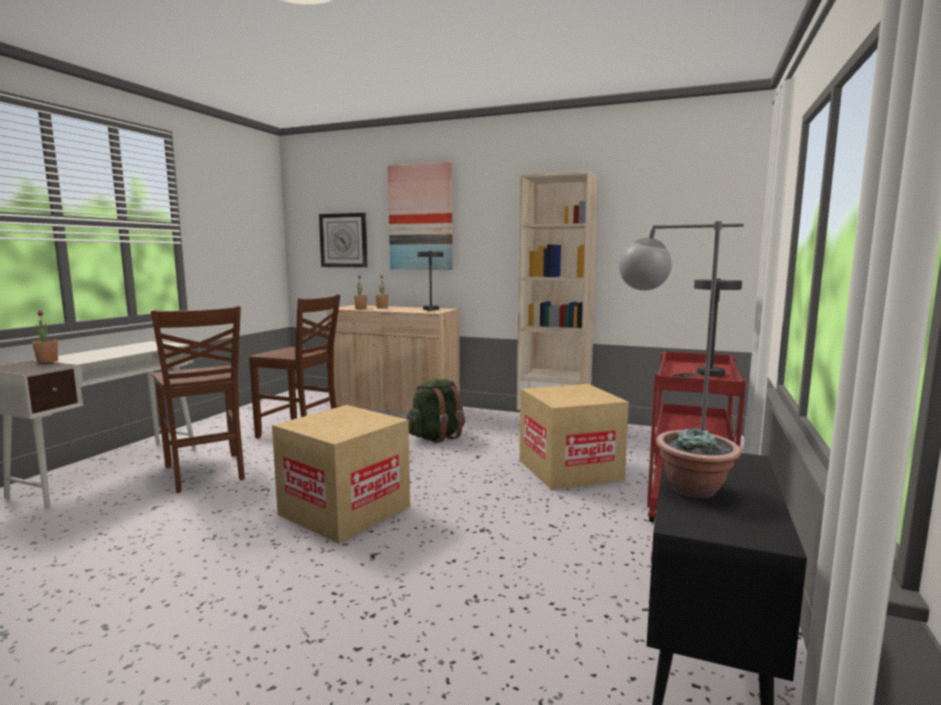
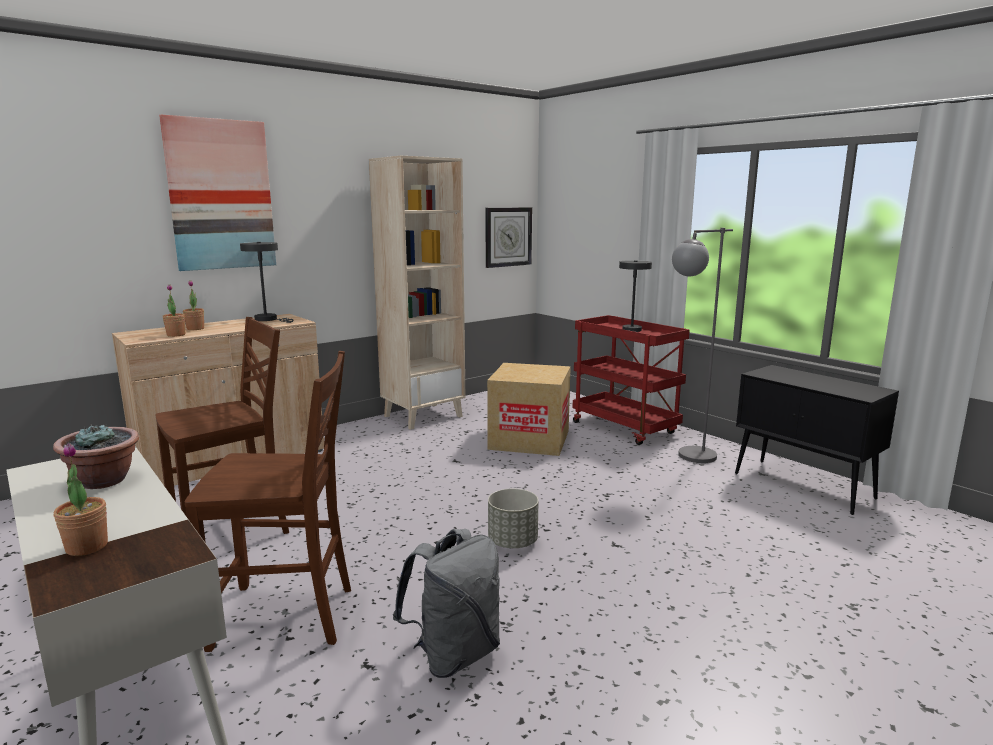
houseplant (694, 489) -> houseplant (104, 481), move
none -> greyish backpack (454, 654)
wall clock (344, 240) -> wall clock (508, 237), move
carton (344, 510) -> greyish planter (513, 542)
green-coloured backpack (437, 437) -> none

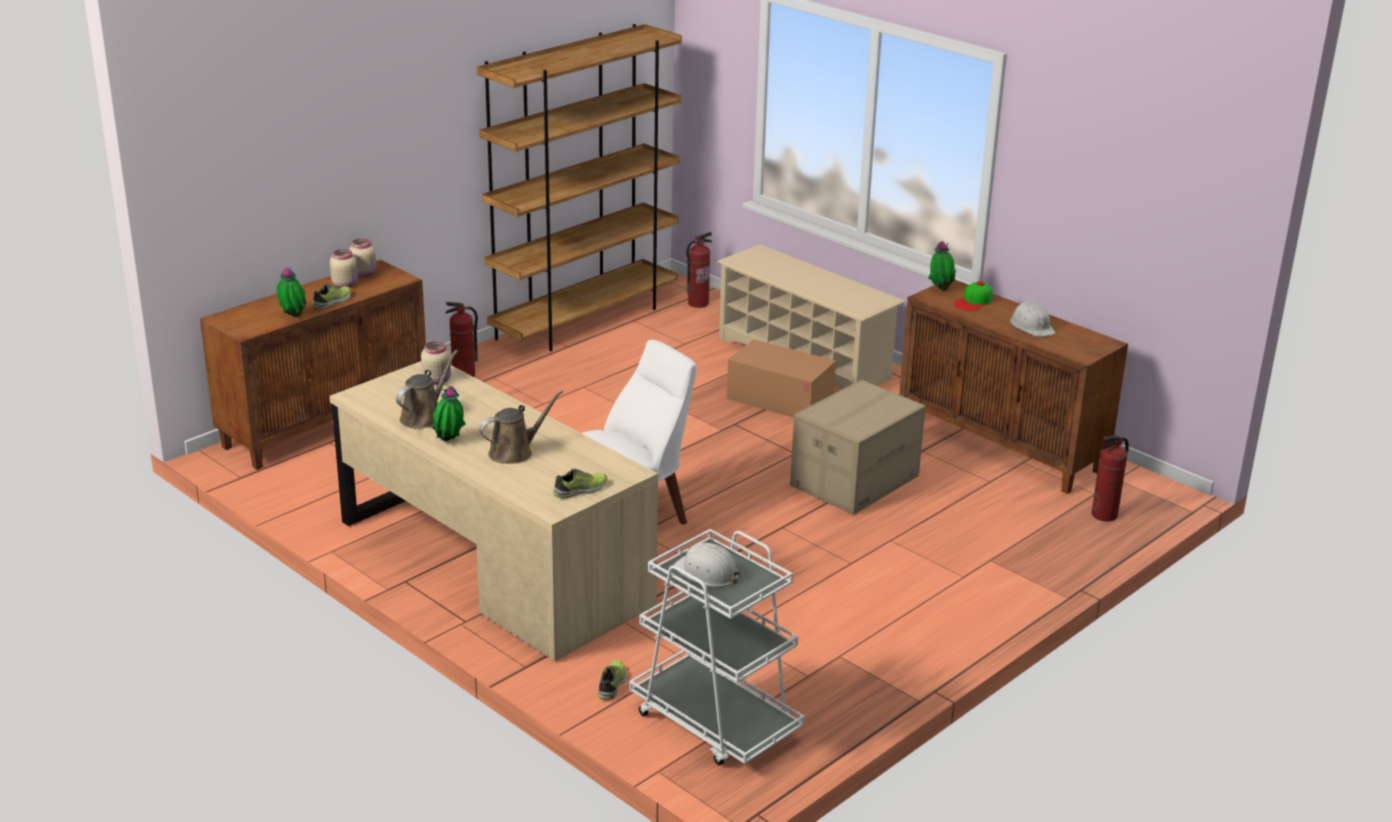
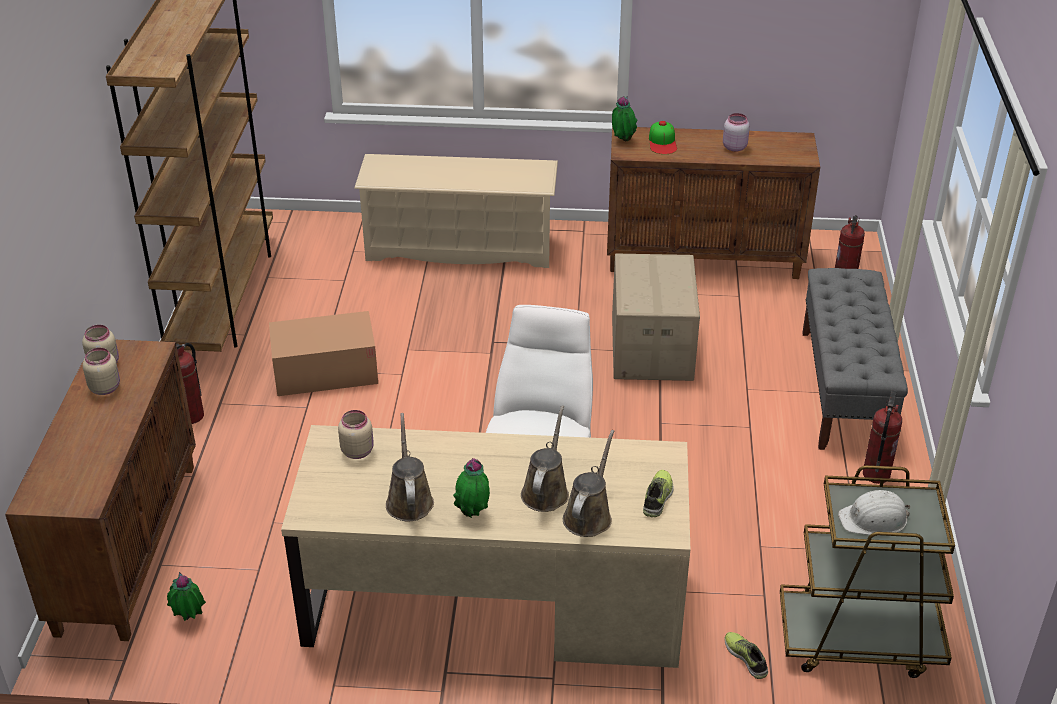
houseplant (293, 316) -> houseplant (189, 618), move
carton (780, 399) -> carton (325, 371), move
none -> brownish sprinkling can (589, 515)
white-coloured hard hat (1032, 326) -> pink jar (734, 147)
white-coloured trolley (714, 721) -> brownish trolley (858, 639)
none -> greyish long seat (844, 390)
extinguisher (698, 303) -> extinguisher (875, 474), move
item of footwear (333, 302) -> none

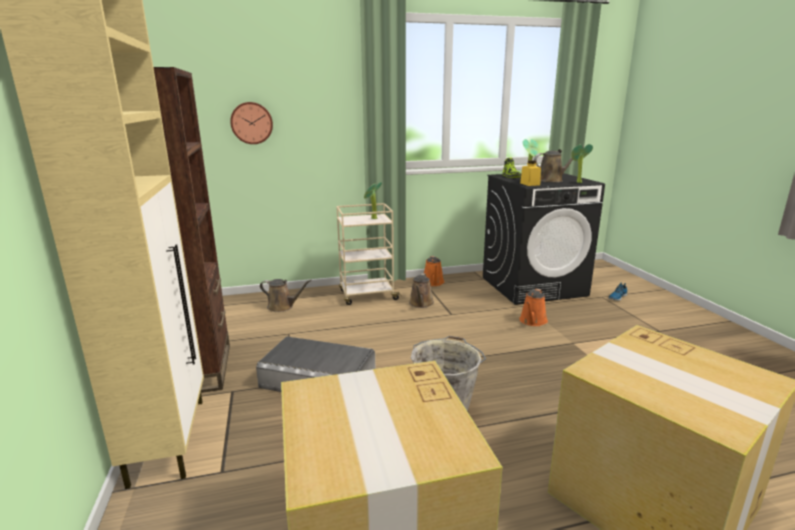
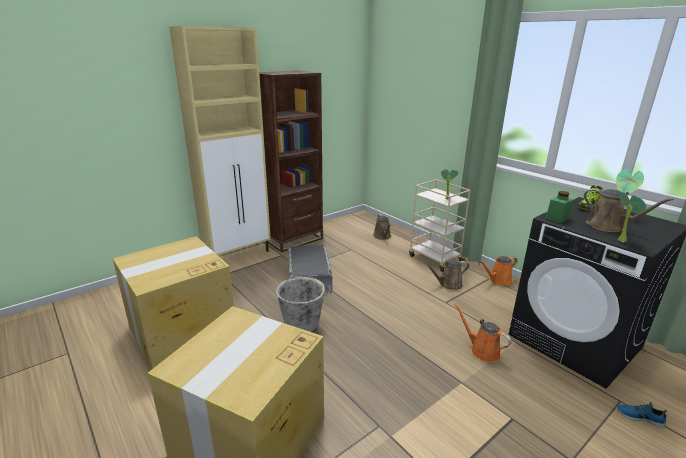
orangey sprinkling can (532, 321) -> orangey sprinkling can (482, 350), 45 degrees clockwise
yellowish jar (530, 184) -> green-coloured jar (557, 218)
wall clock (252, 123) -> none

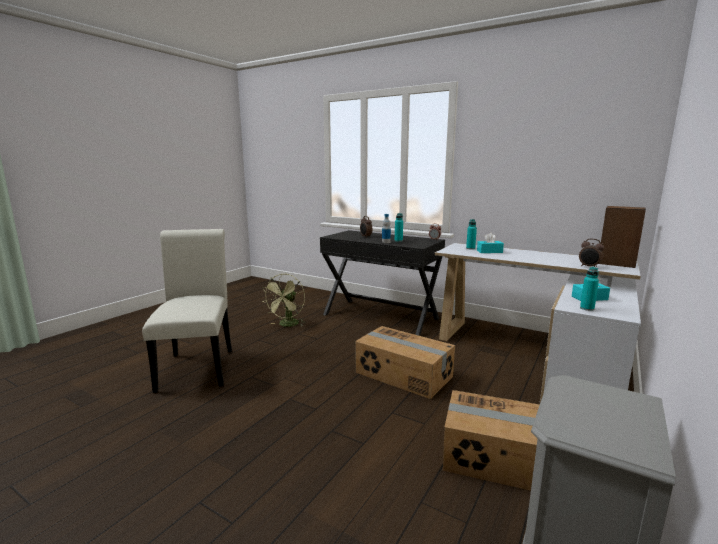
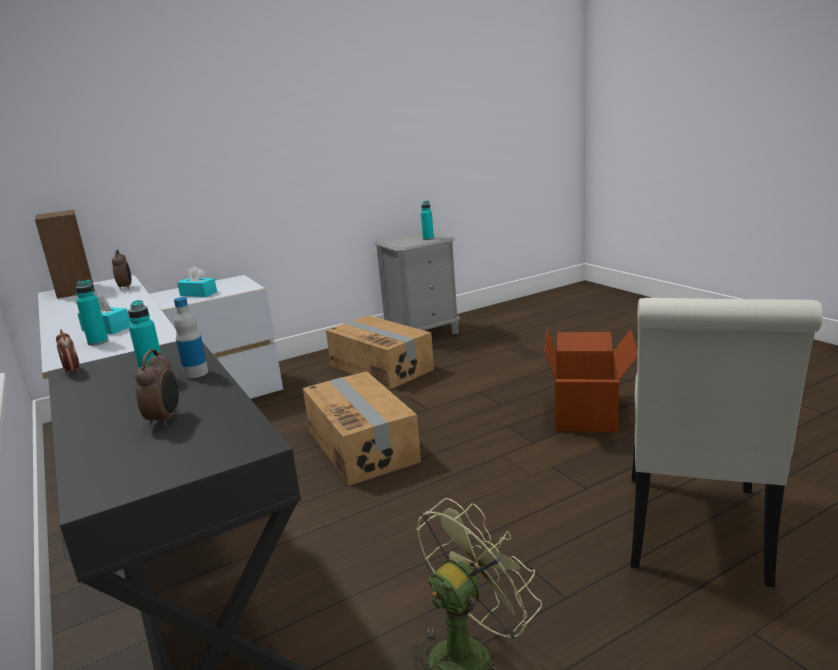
turquoise beverage bottle (587, 308) -> turquoise beverage bottle (428, 239), move
none -> carton (587, 414)

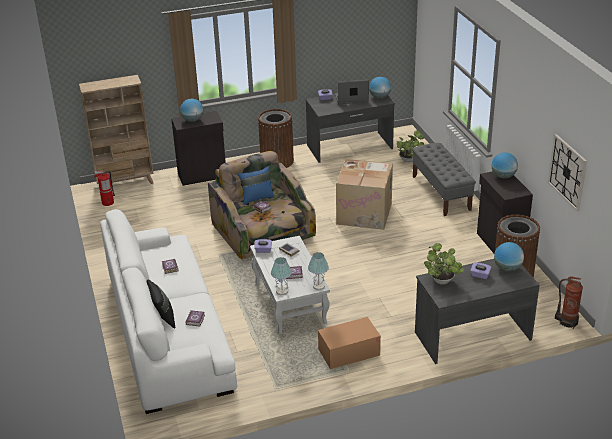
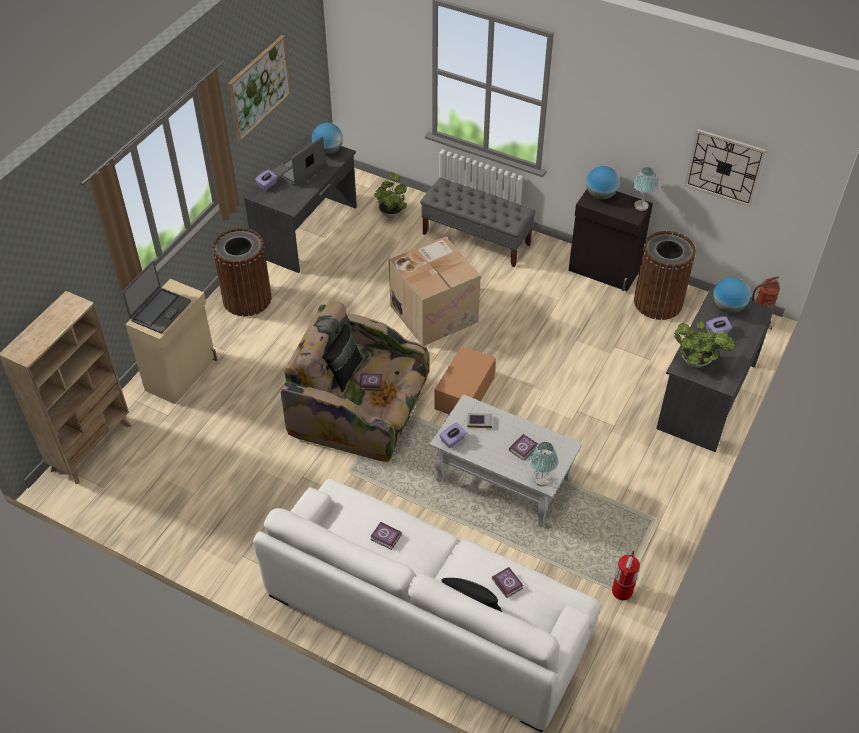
desk globe (192, 120) -> portable computer (160, 311)
black cupboard (202, 176) -> beige cupboard (182, 374)
none -> wall art (259, 87)
blue-coloured throw pillow (257, 198) -> black throw pillow (344, 372)
carton (349, 352) -> carton (464, 393), move
extinguisher (107, 203) -> extinguisher (622, 591), move
lamp for a table (318, 286) -> lamp for a table (641, 206), move

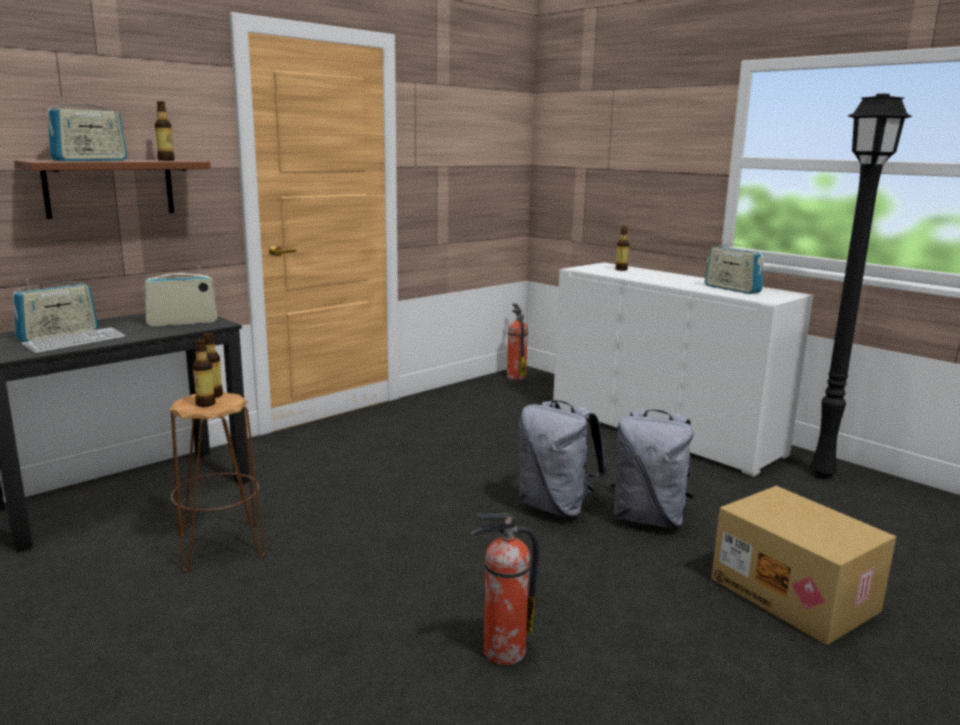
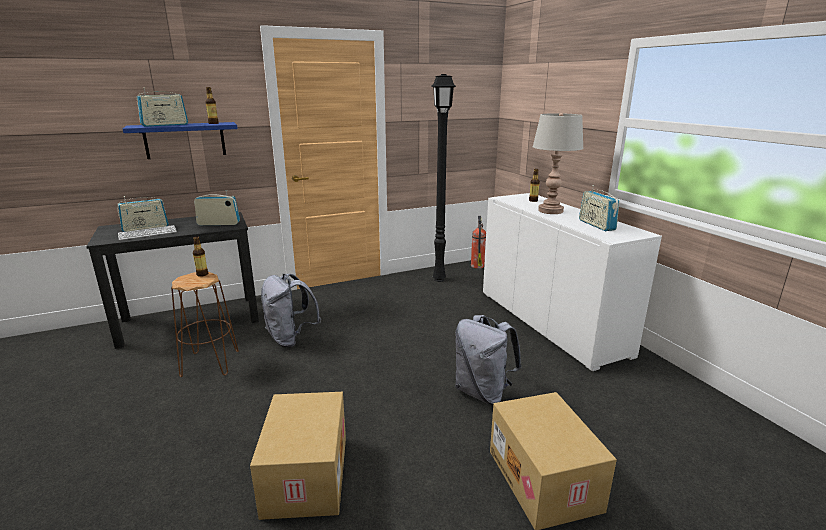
brownish wall shelf (110, 188) -> blue-coloured wall shelf (185, 140)
extinguisher (502, 652) -> carton (304, 474)
greyish backpack (556, 507) -> greyish backpack (291, 338), move
black floor lamp (824, 475) -> black floor lamp (440, 280), move
none -> greyish lamp for a table (550, 211)
beverage bottle (205, 404) -> none

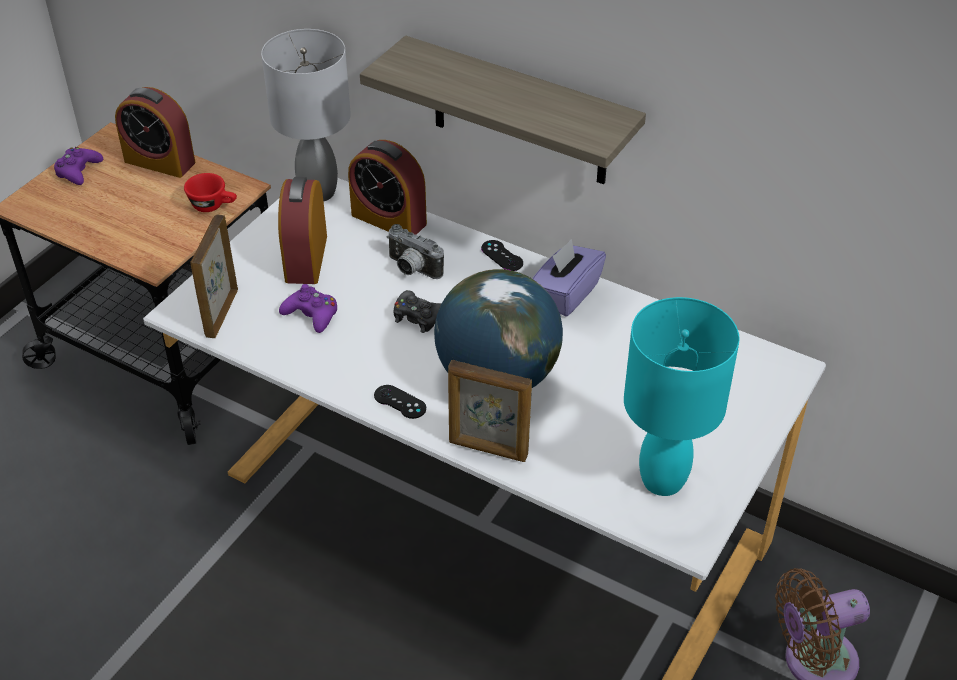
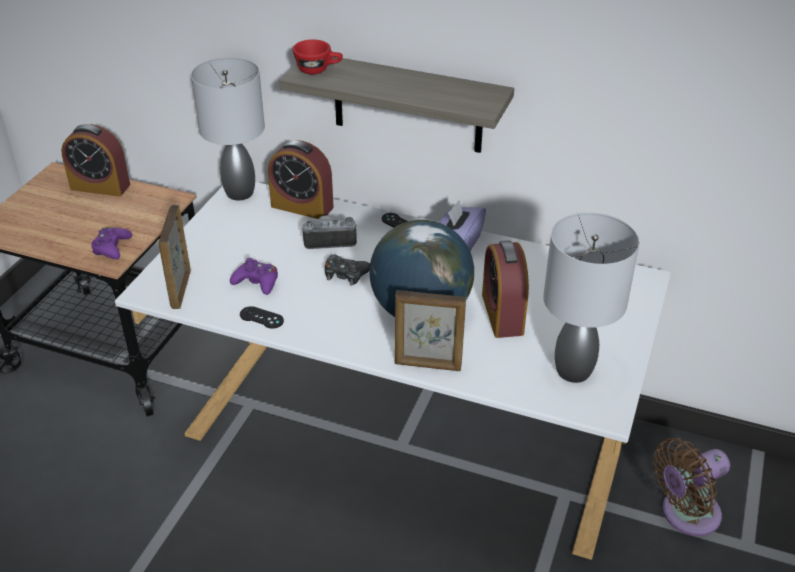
purplish game controller (78, 171) -> purplish game controller (111, 248), move
black game controller (400, 402) -> black game controller (261, 318), move
reddish drinking cup (213, 206) -> reddish drinking cup (318, 70), move
photo camera (411, 269) -> photo camera (330, 240), 150 degrees clockwise
alarm clock (306, 258) -> alarm clock (502, 314), move
turquoise lamp for a table (663, 479) -> greyish lamp for a table (573, 370)

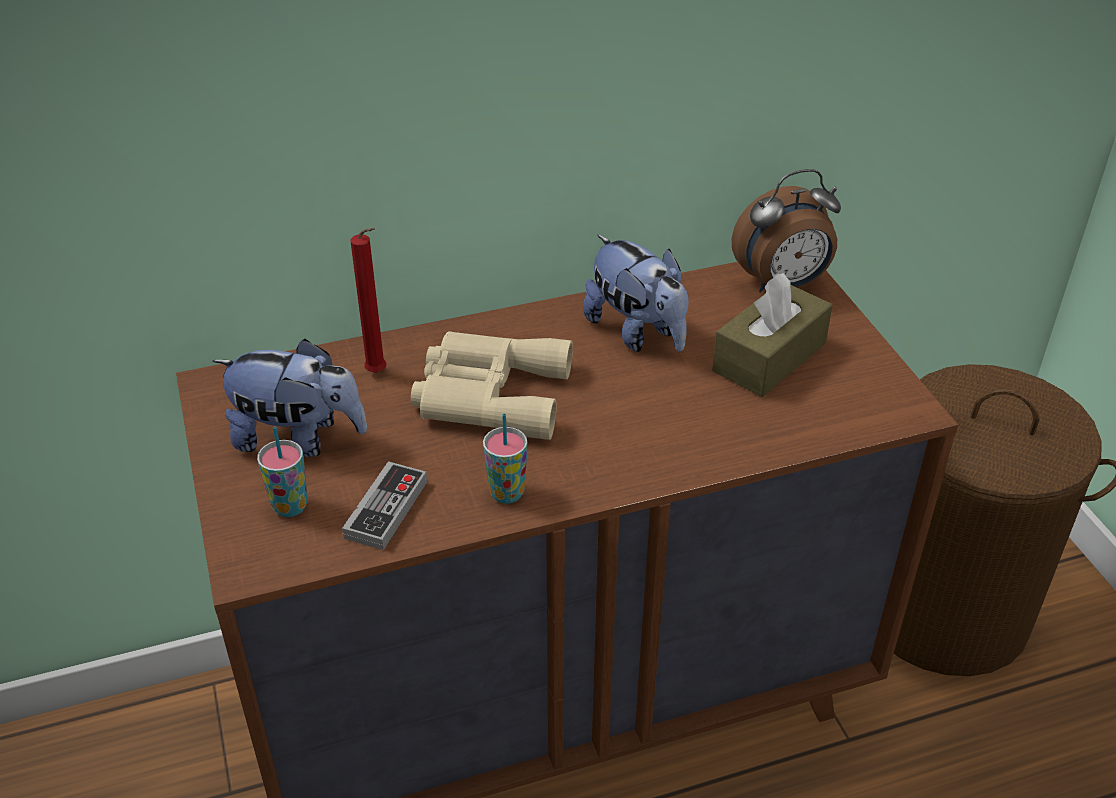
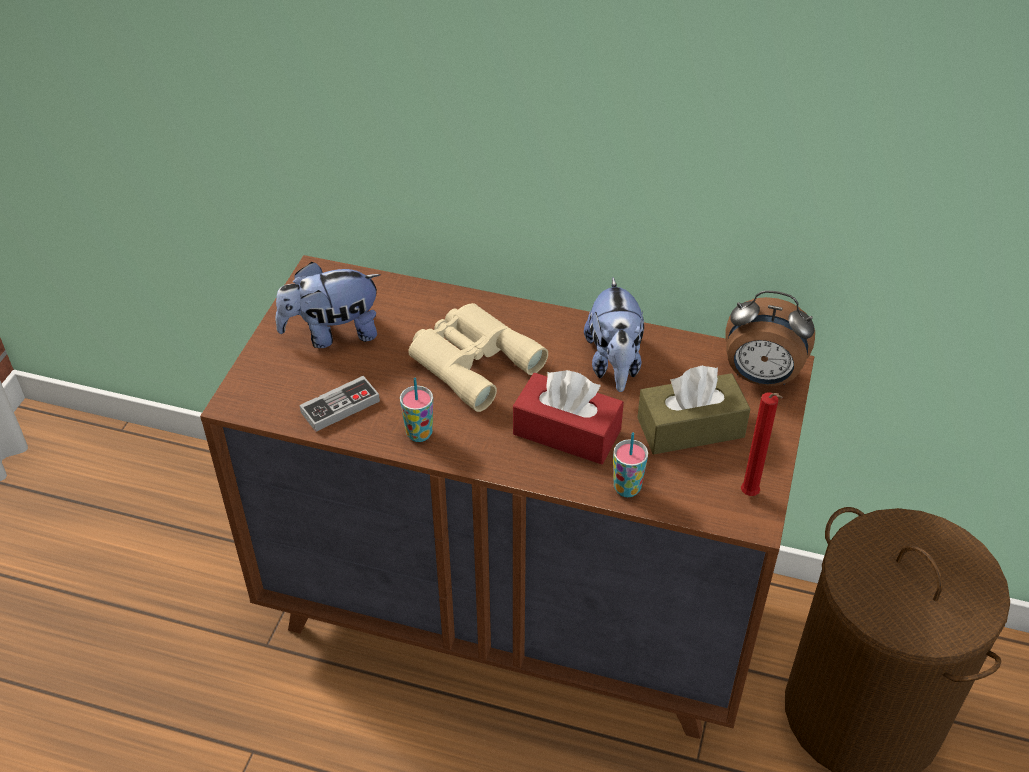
cuddly toy (298, 438) -> cuddly toy (332, 333), 120 degrees clockwise
none -> reddish box of tissues (567, 432)
drinking cup (290, 506) -> drinking cup (627, 488), move
reddish wax light (379, 374) -> reddish wax light (750, 496), move

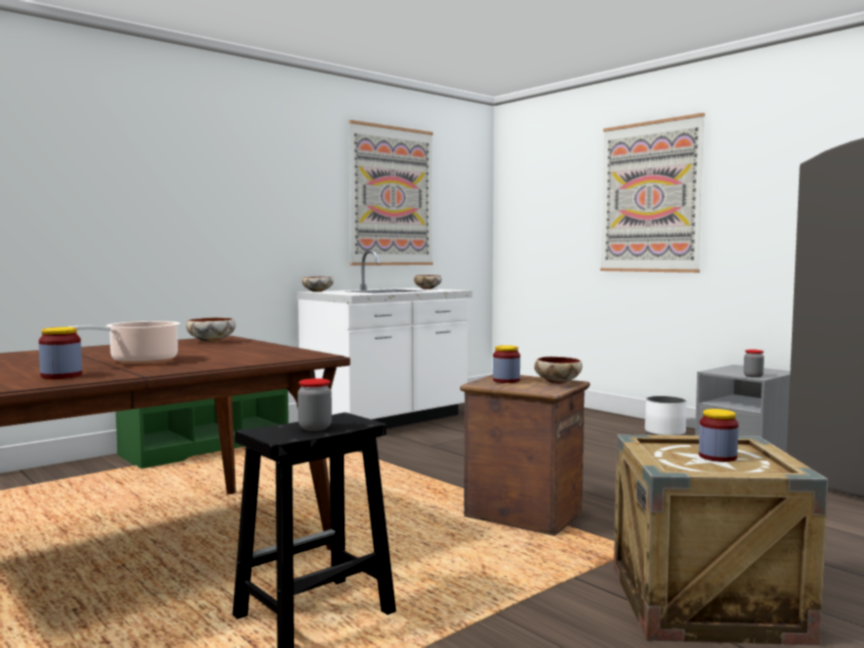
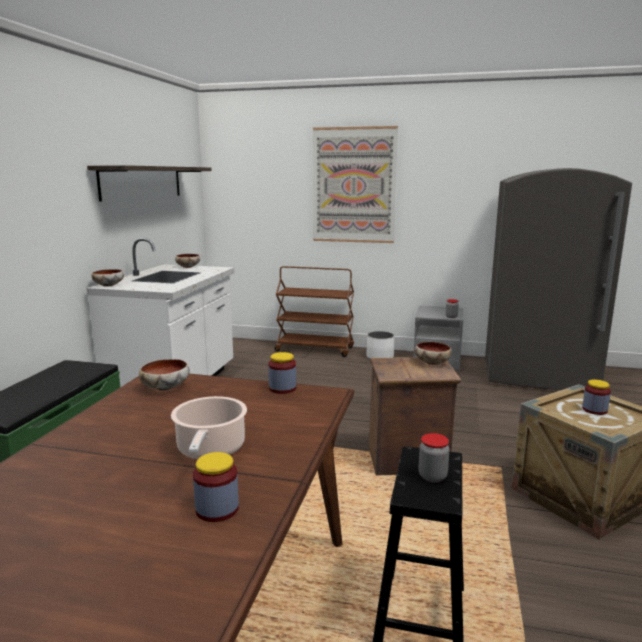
wall art (392, 196) -> wall shelf (142, 182)
jar (506, 380) -> jar (282, 388), move
none -> brownish trolley (315, 349)

